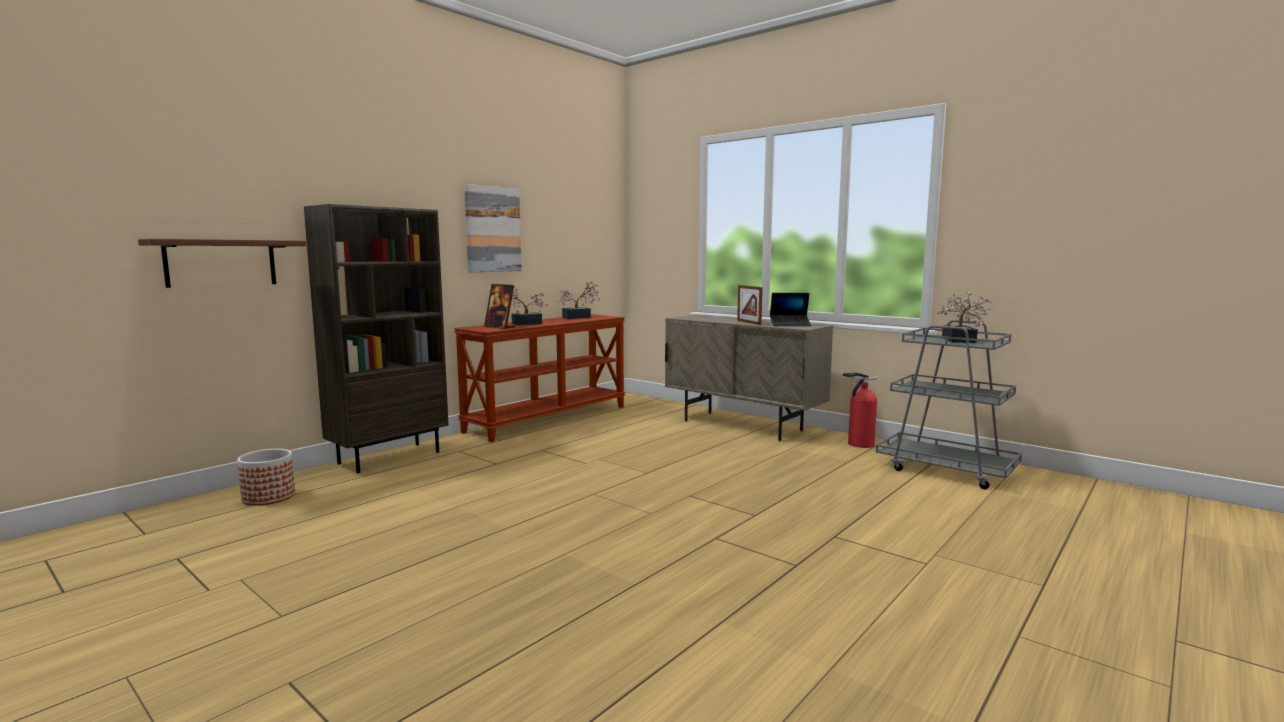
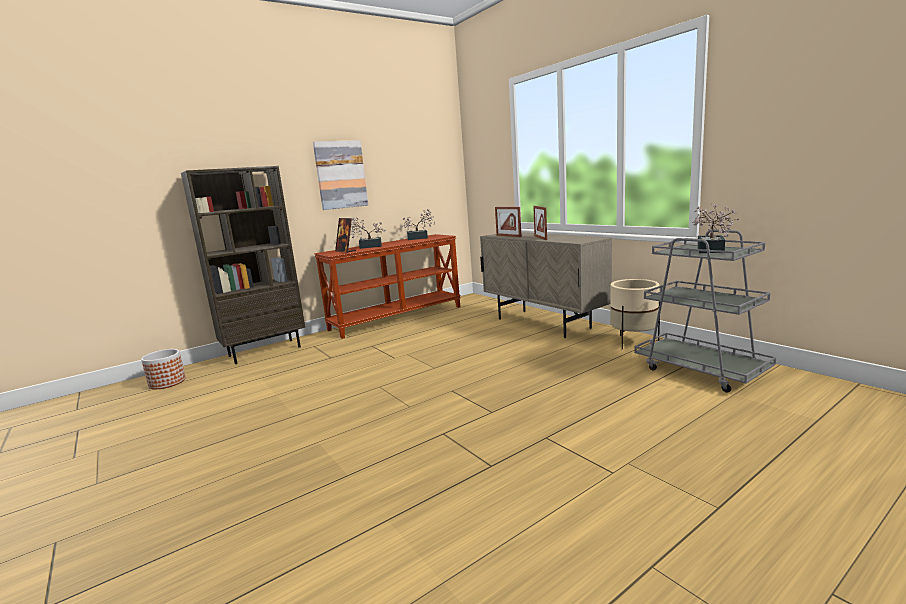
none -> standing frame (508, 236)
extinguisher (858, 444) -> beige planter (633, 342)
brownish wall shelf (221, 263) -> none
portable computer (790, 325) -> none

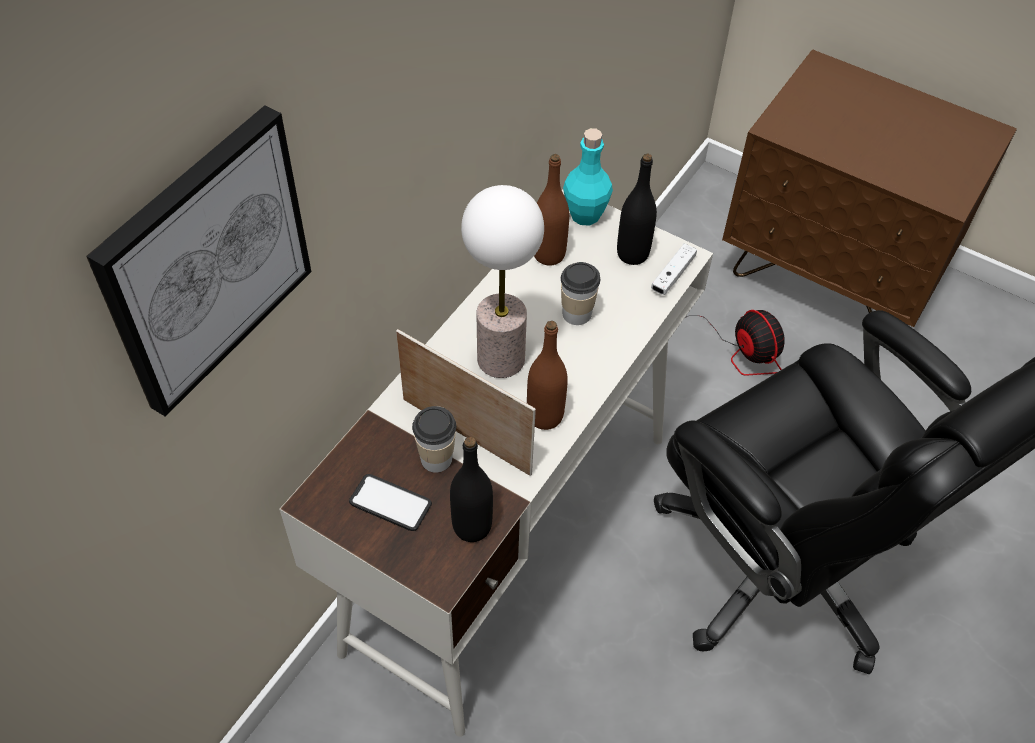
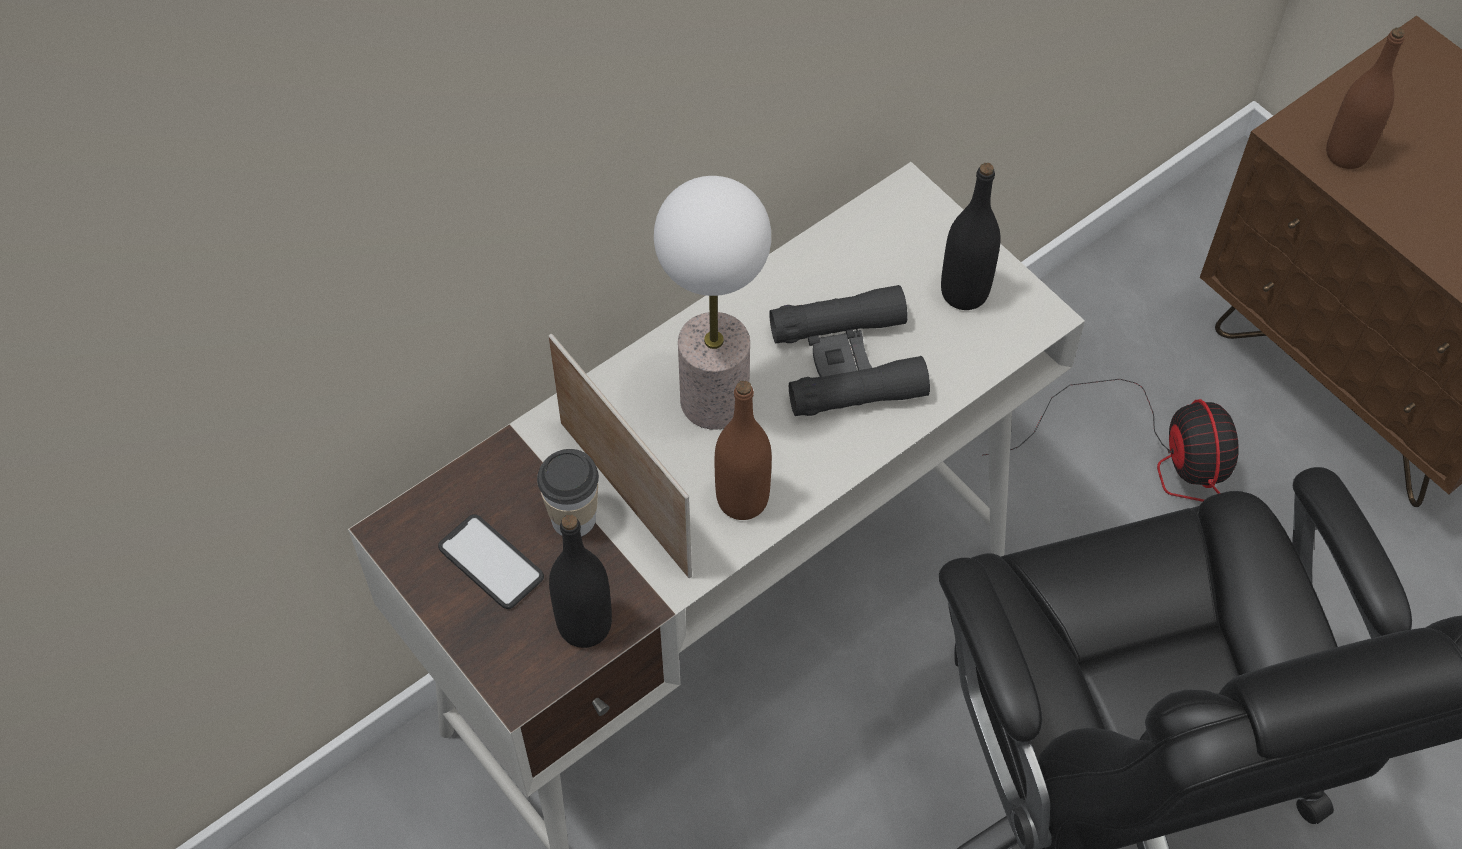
drinking cup (577, 313) -> black pair of binoculars (847, 362)
brownish beverage bottle (549, 254) -> brownish beverage bottle (1346, 154), move
wall art (205, 260) -> none
turquoise beverage bottle (585, 215) -> none
white-coloured game controller (673, 275) -> none

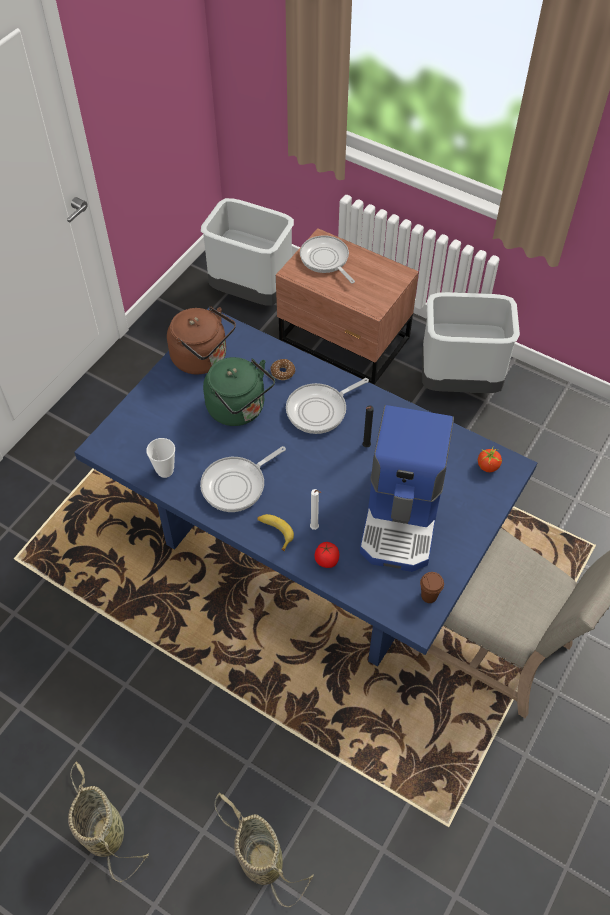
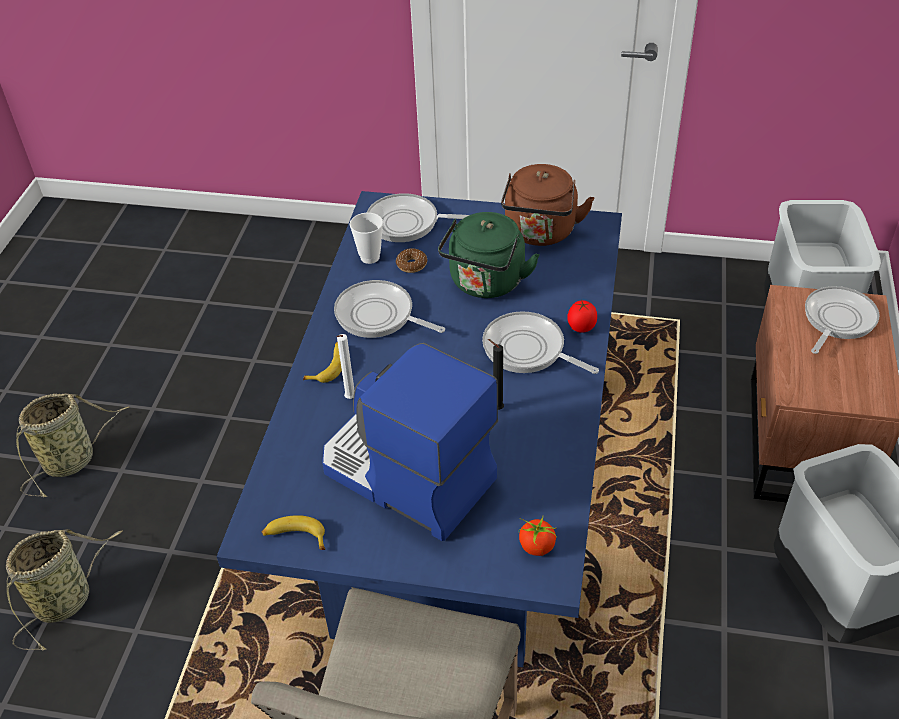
brownish drinking cup (429, 596) -> banana fruit (295, 537)
coffee machine (403, 516) -> coffee machine (406, 476), 45 degrees clockwise
none -> skillet (407, 223)
doughnut (282, 372) -> doughnut (411, 264), move
fresh tomato (326, 561) -> fresh tomato (581, 328), move

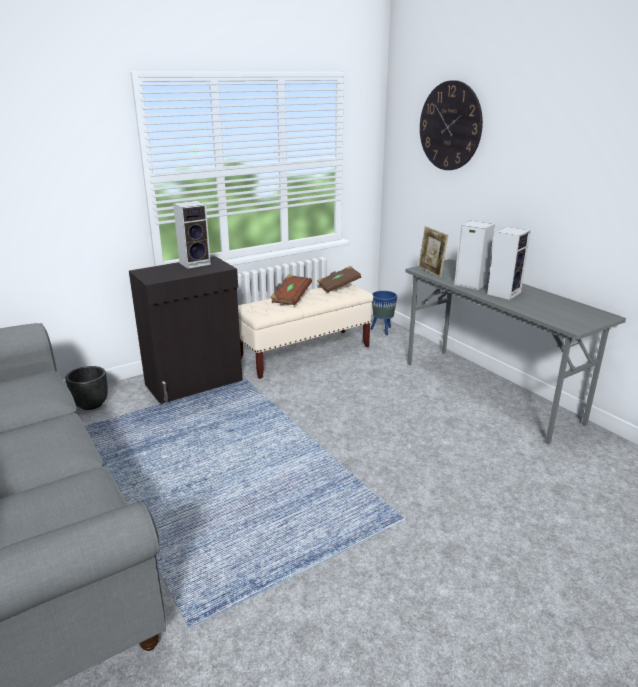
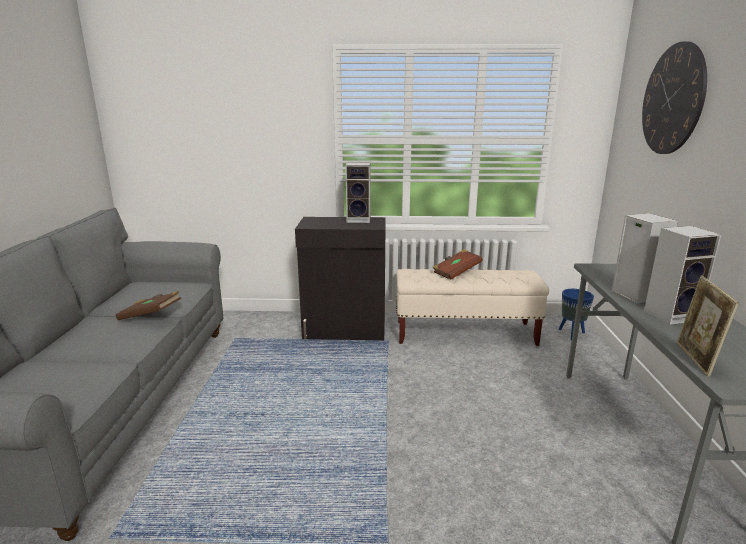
brownish bound book (338, 287) -> brownish bound book (151, 316), move
standing frame (430, 272) -> standing frame (695, 359), move
black planter (91, 404) -> none

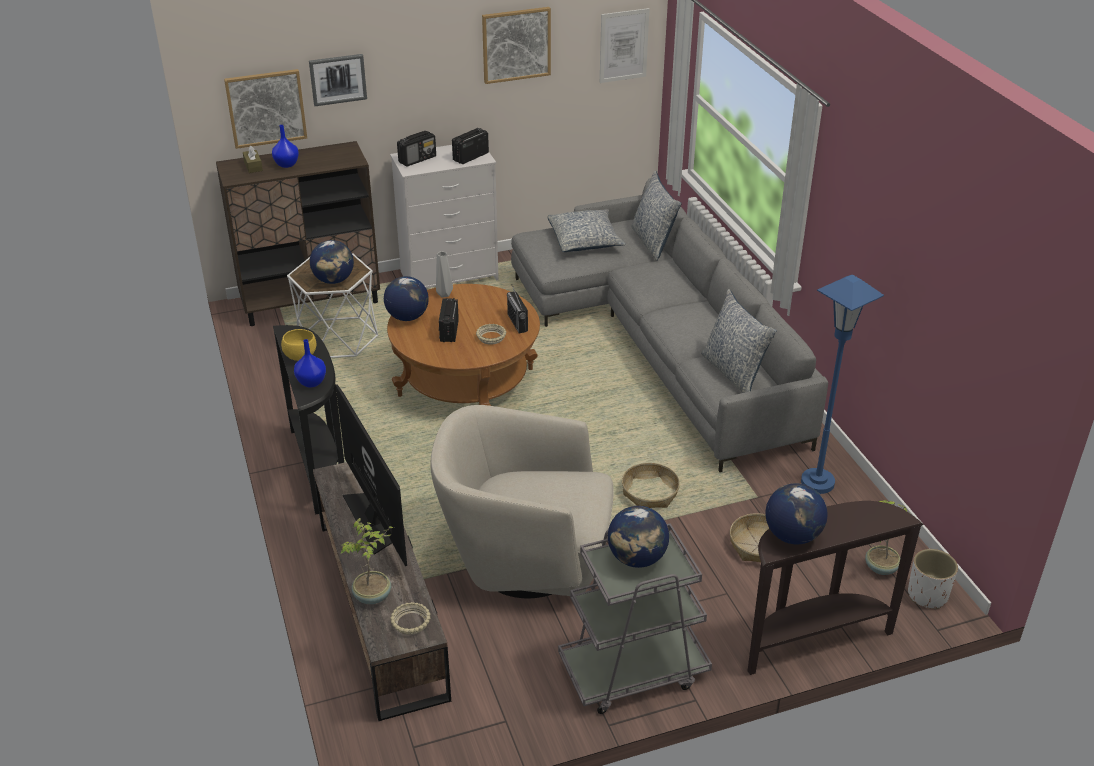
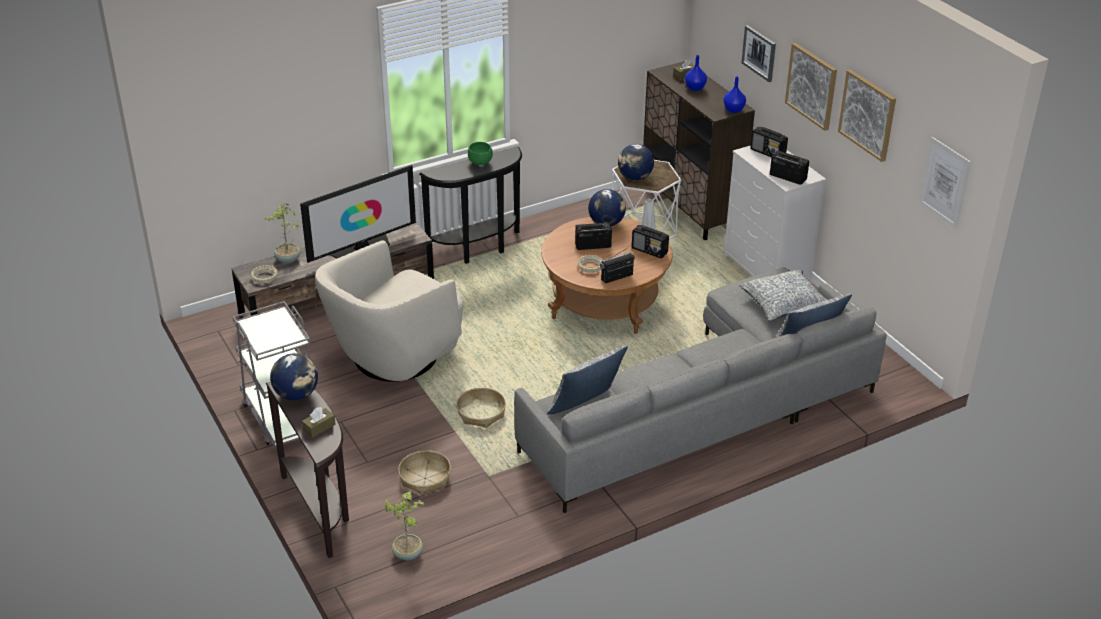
none -> brownish box of tissues (319, 427)
beige easy chair (525, 558) -> beige easy chair (393, 356), 135 degrees counterclockwise
yellowish deep dish (300, 356) -> green-coloured deep dish (481, 163)
none -> radio set (650, 251)
blue-coloured vase (312, 382) -> blue-coloured vase (733, 110), move
wall art (266, 108) -> wall art (812, 86), move
desk globe (637, 558) -> none
blue-coloured floor lamp (817, 483) -> none
white-coloured planter (927, 595) -> none

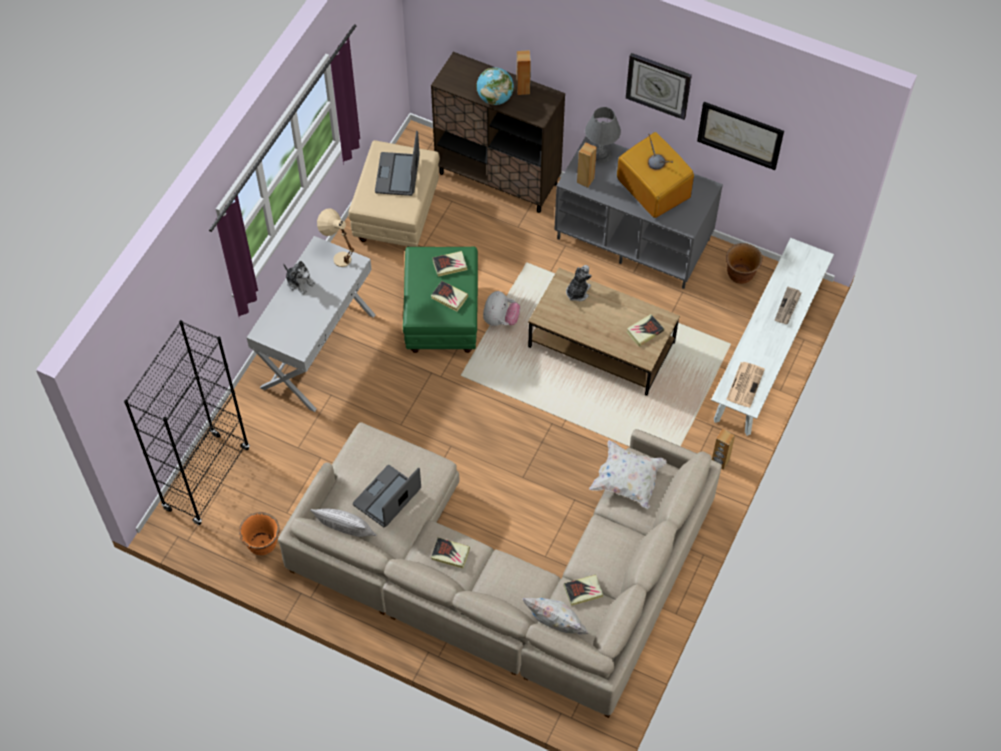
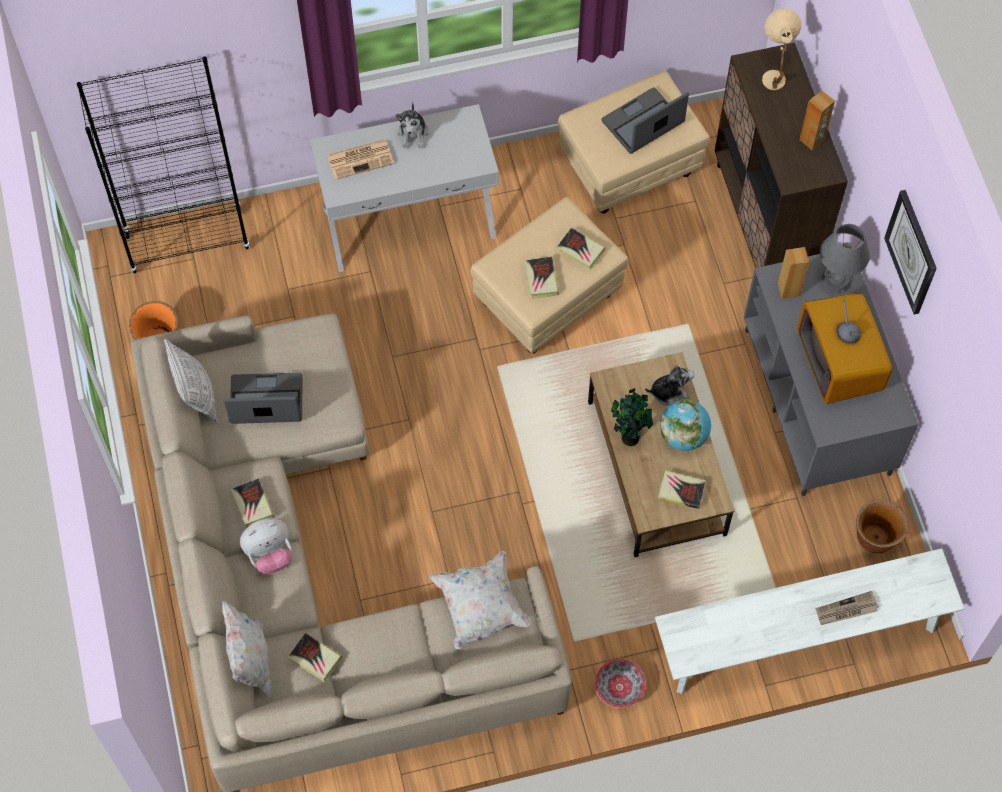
cuddly toy (500, 319) -> cuddly toy (269, 554), move
printed paper (745, 384) -> printed paper (361, 159), move
green-coloured footrest (442, 318) -> beige footrest (548, 300)
brownish loudspeaker (720, 462) -> deep dish (619, 687)
none -> houseplant (629, 436)
desk globe (495, 98) -> desk globe (683, 436), move
beige lamp for a table (338, 255) -> beige lamp for a table (774, 73), move
TV set (652, 191) -> TV set (838, 363), 150 degrees clockwise
wall art (740, 135) -> none

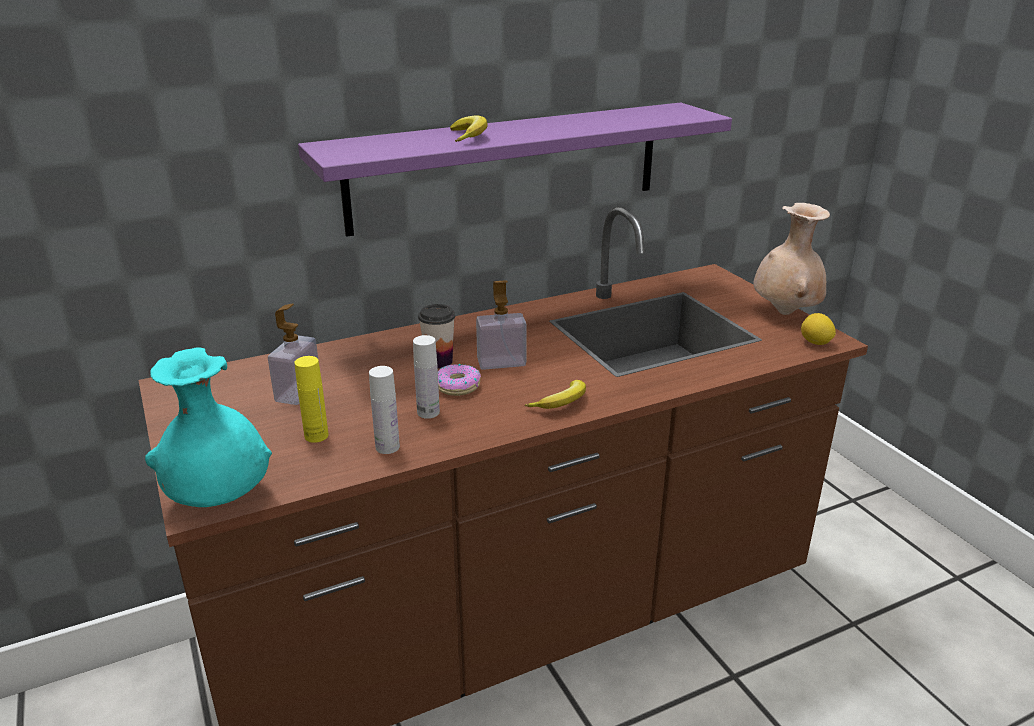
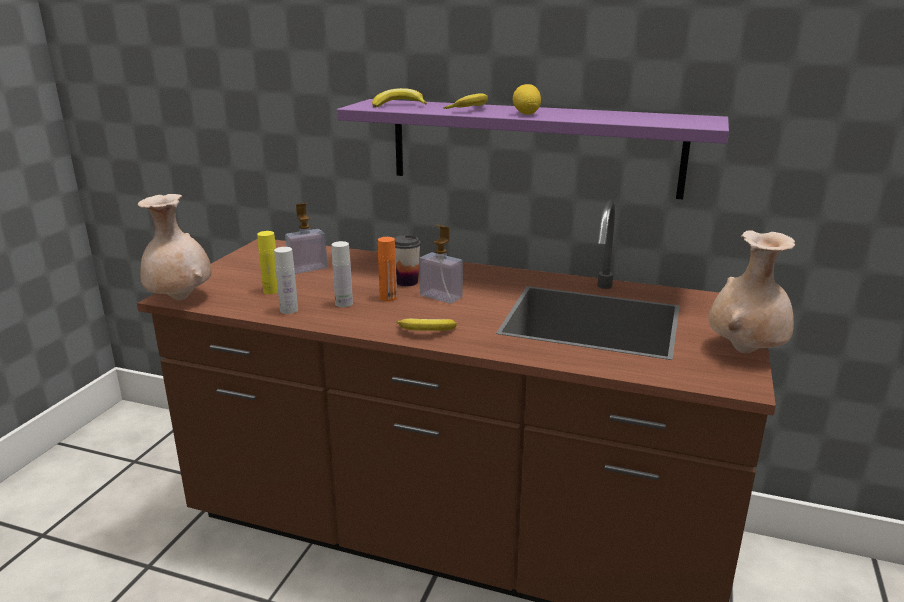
turquoise vase (220, 500) -> beige vase (180, 299)
none -> banana fruit (399, 105)
doughnut (457, 386) -> orangey beverage bottle (388, 298)
citrus fruit (815, 343) -> citrus fruit (526, 114), move

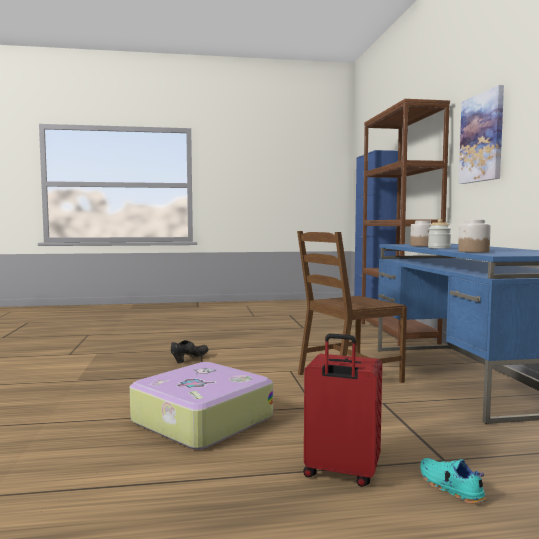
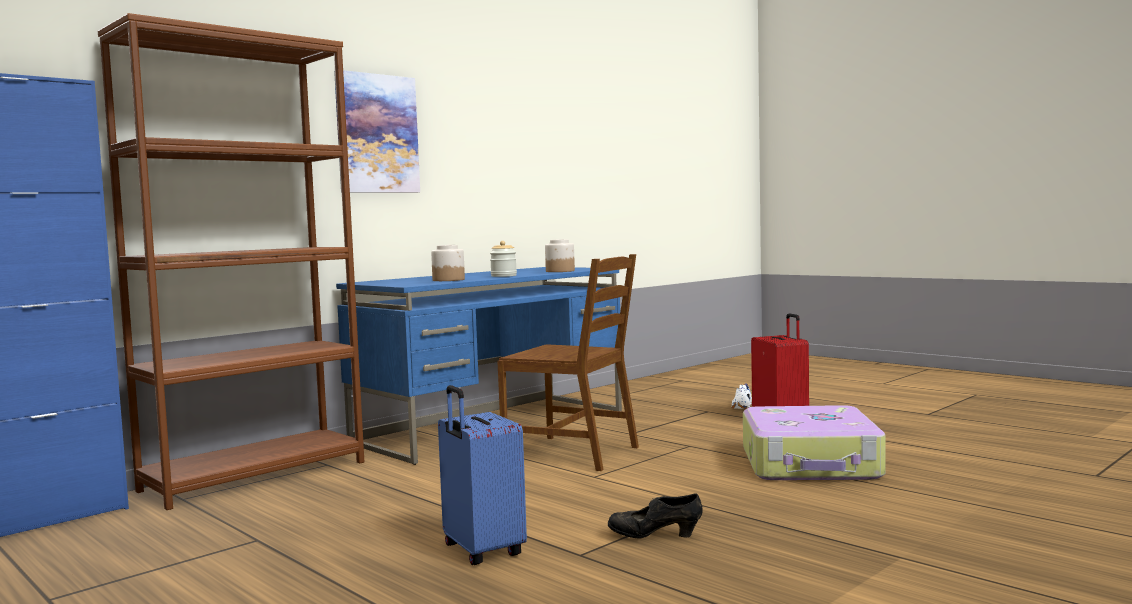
none -> blue-coloured travel case (481, 551)
turquoise item of footwear (449, 488) -> white-coloured item of footwear (743, 407)

